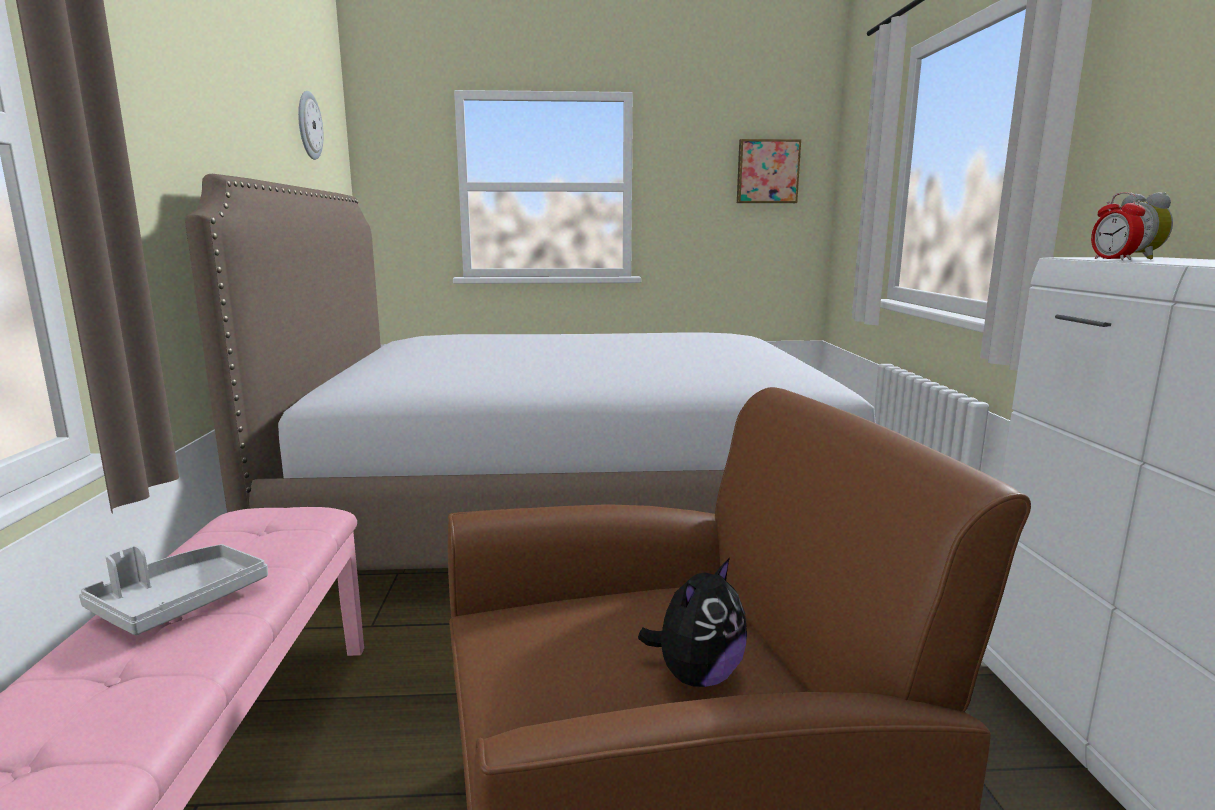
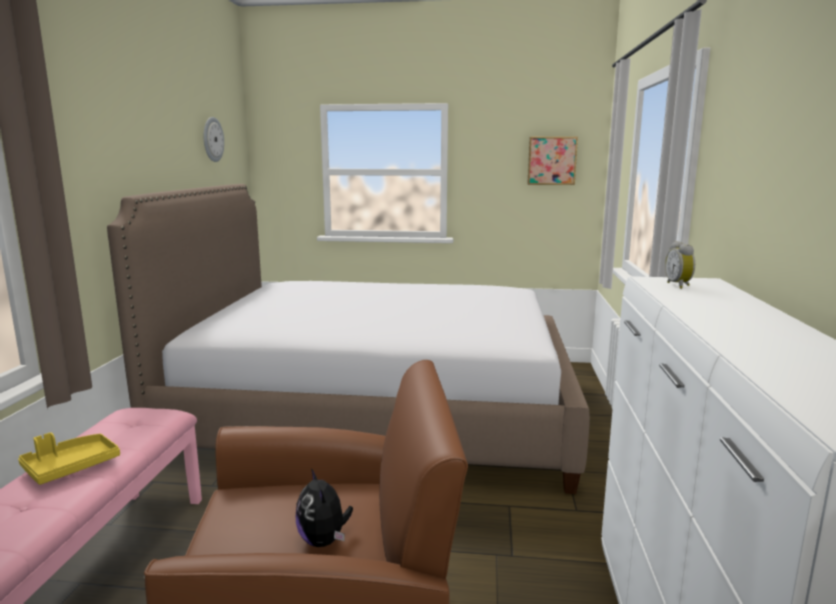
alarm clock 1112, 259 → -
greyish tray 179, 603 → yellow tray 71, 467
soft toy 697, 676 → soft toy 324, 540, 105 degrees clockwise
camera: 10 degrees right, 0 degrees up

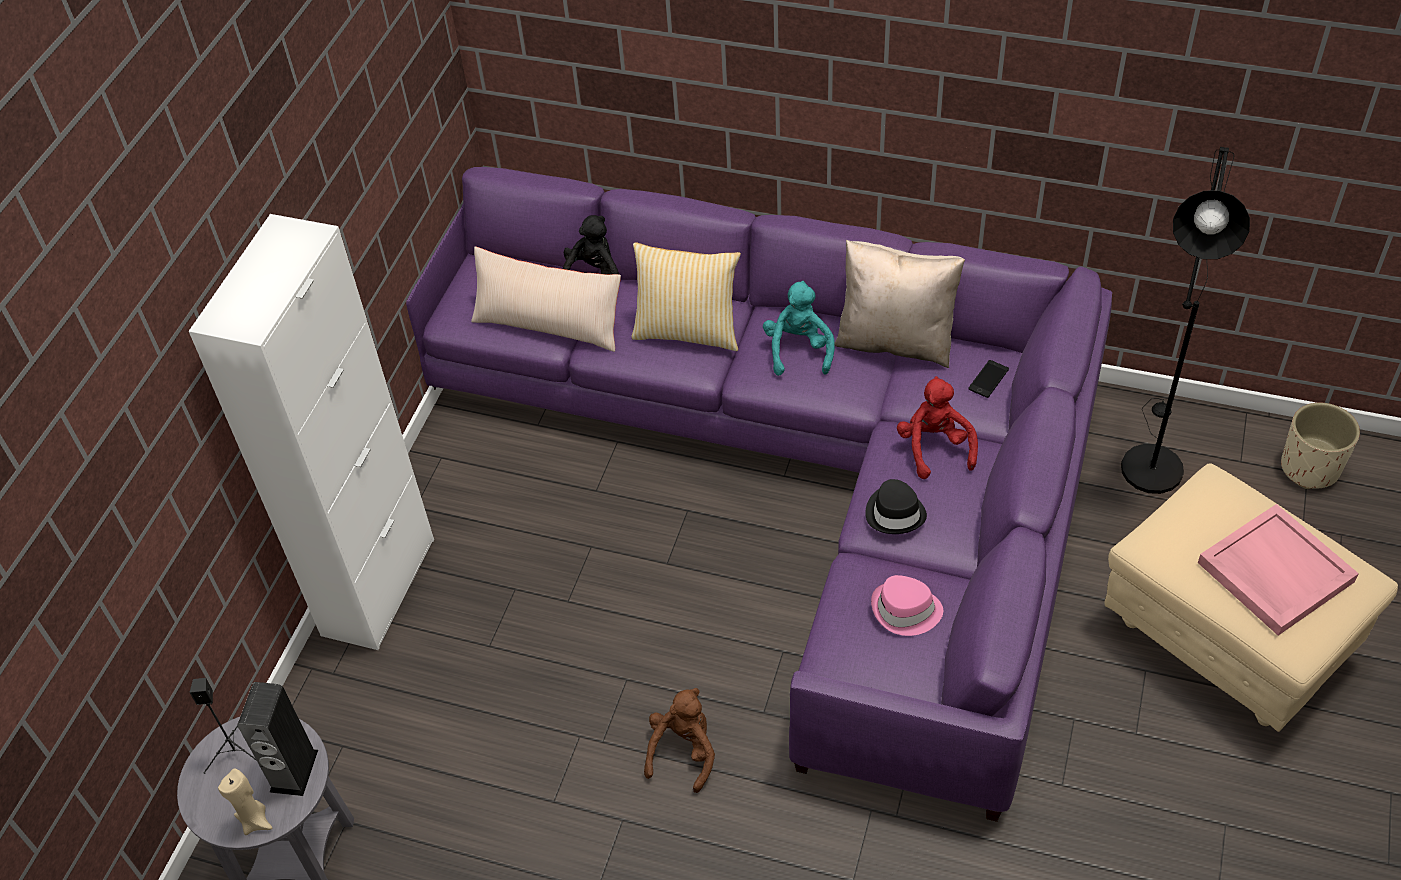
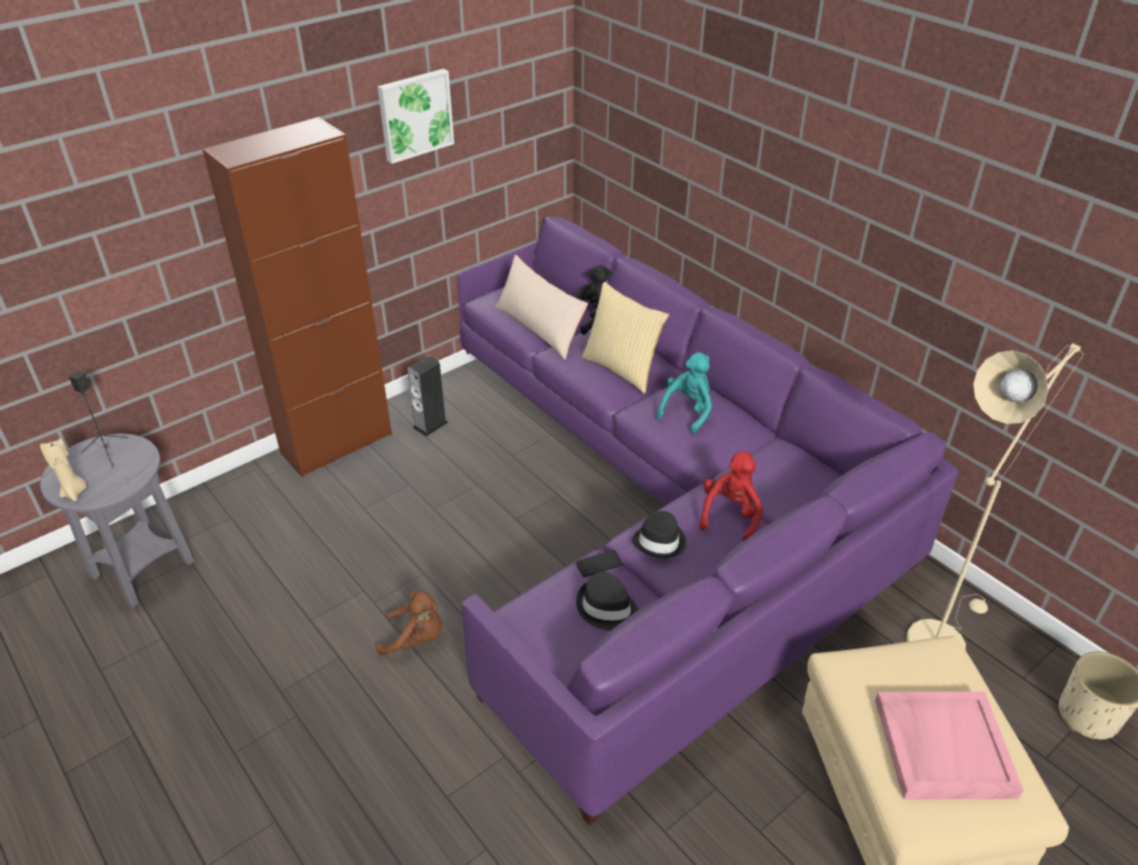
beige cushion 895, 341 → -
- → picture 414, 115
audio speaker 294, 770 → audio speaker 430, 425, relocated
handset 988, 379 → handset 599, 564, relocated
white-coloured storage cabinet 378, 586 → brownish storage cabinet 336, 443
pinkish hat 906, 611 → black-coloured hat 607, 608
black-coloured standard lamp 1150, 459 → beige standard lamp 940, 636
brownish soft toy 683, 751 → brownish soft toy 416, 639, 45 degrees clockwise
camera: 30 degrees right, 10 degrees down

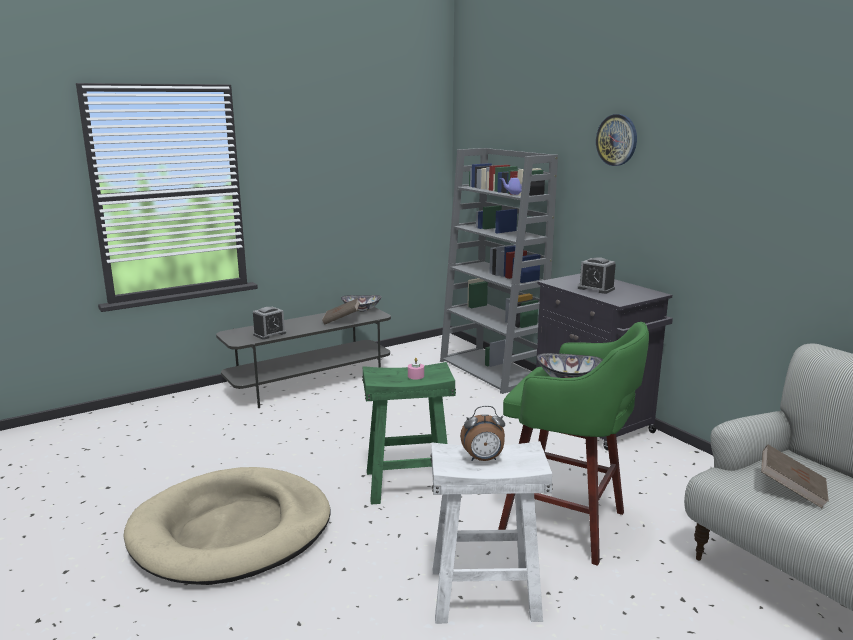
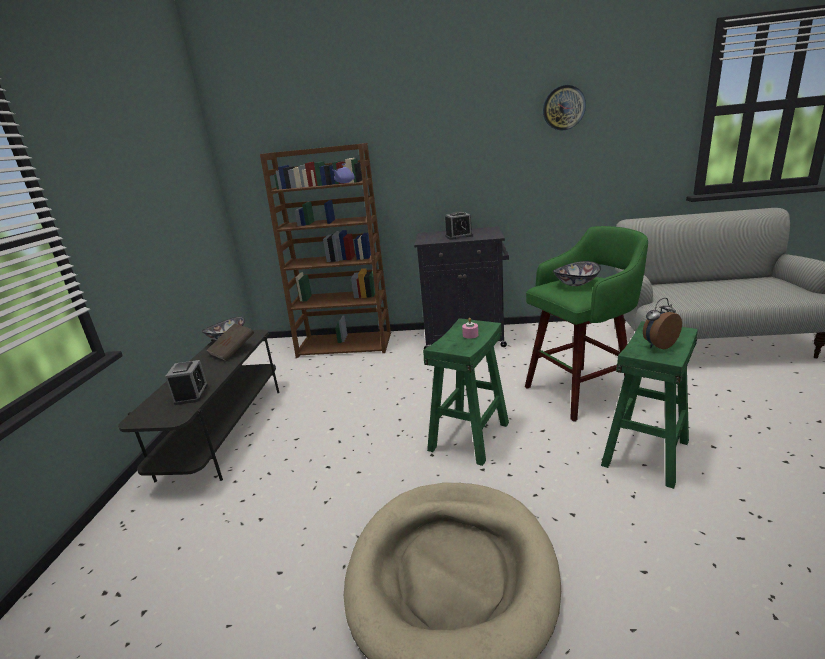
brownish bound book 791, 490 → -
wall clock 617, 140 → wall clock 563, 108, relocated
white-coloured stool seat 484, 594 → greenish stool seat 646, 453
greyish bookshelf 492, 371 → brownish bookshelf 346, 344
alarm clock 483, 459 → alarm clock 658, 345, 150 degrees counterclockwise
camera: 50 degrees left, 5 degrees up

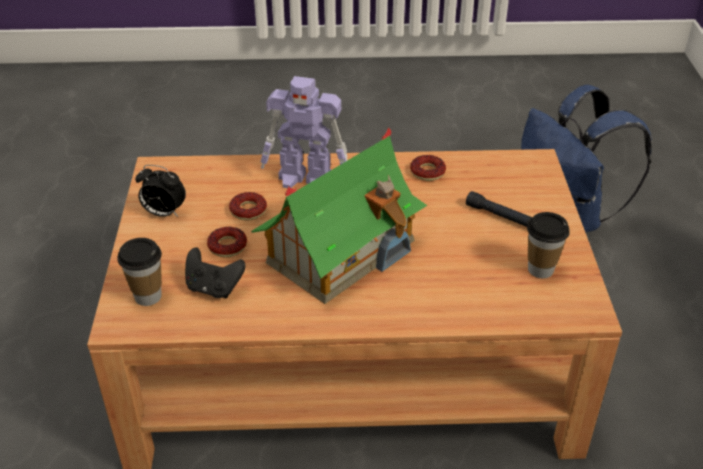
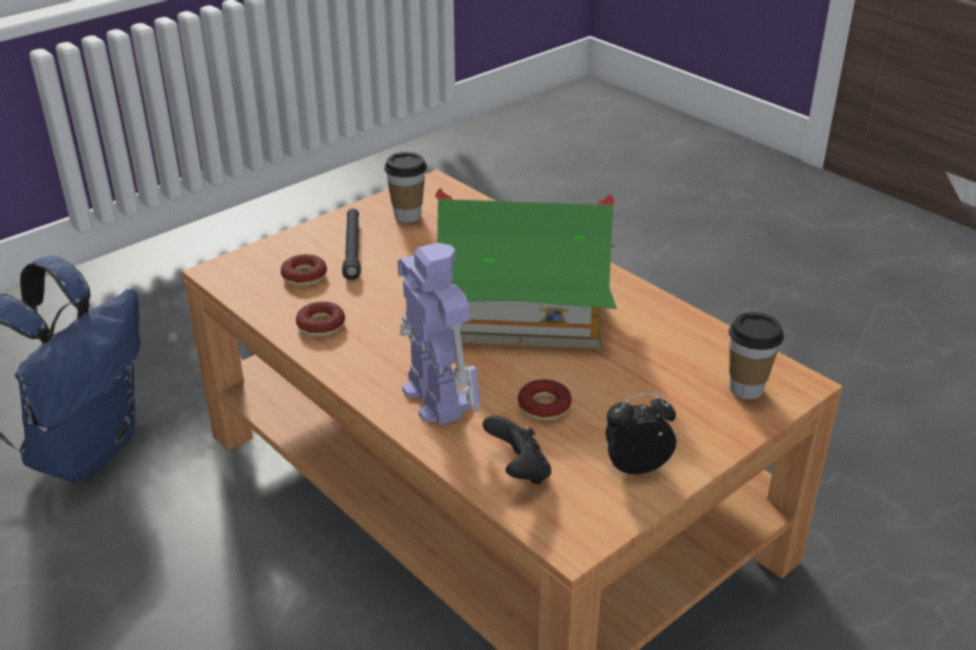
black-coloured game controller 214, 288 → black-coloured game controller 518, 471, relocated
ring doughnut 227, 246 → ring doughnut 304, 276, relocated
alarm clock 163, 213 → alarm clock 636, 465, 75 degrees counterclockwise
camera: 130 degrees left, 5 degrees down

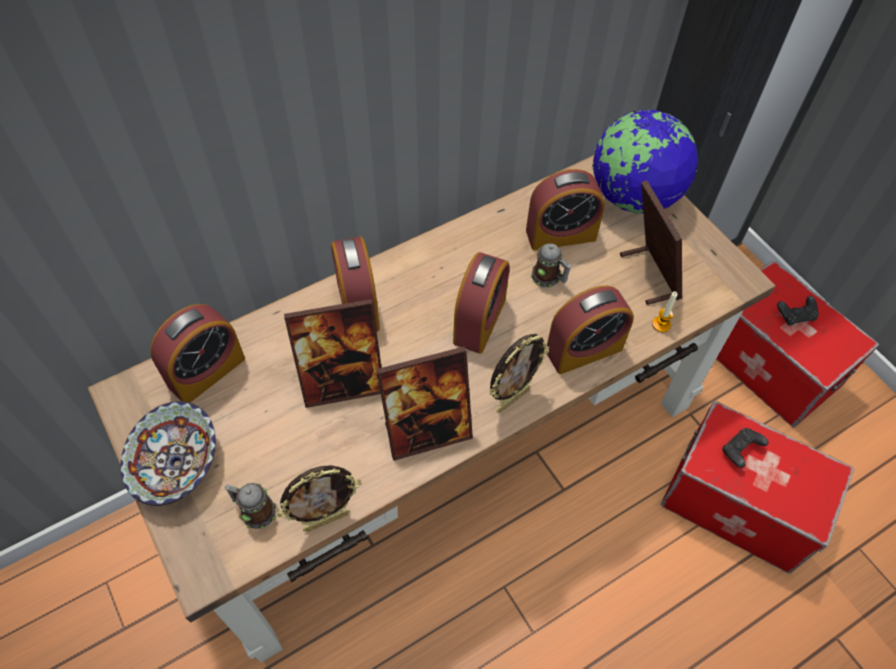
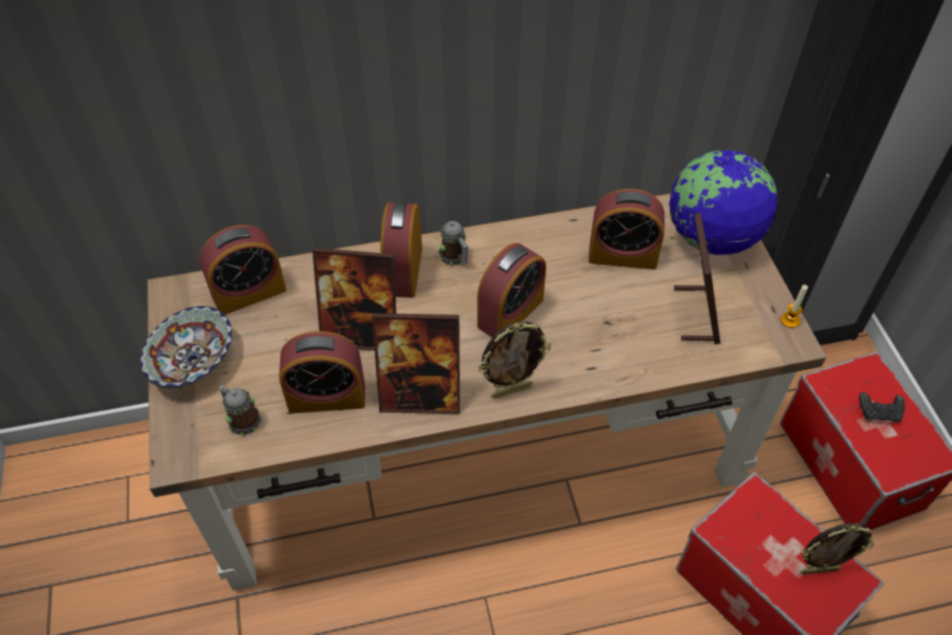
black-coloured game controller 740, 451 → -
picture frame 326, 520 → picture frame 819, 569, relocated
tea mug 549, 278 → tea mug 455, 258, relocated
alarm clock 584, 350 → alarm clock 327, 397, relocated
wax candle 661, 324 → wax candle 789, 320, relocated
camera: 20 degrees right, 5 degrees down

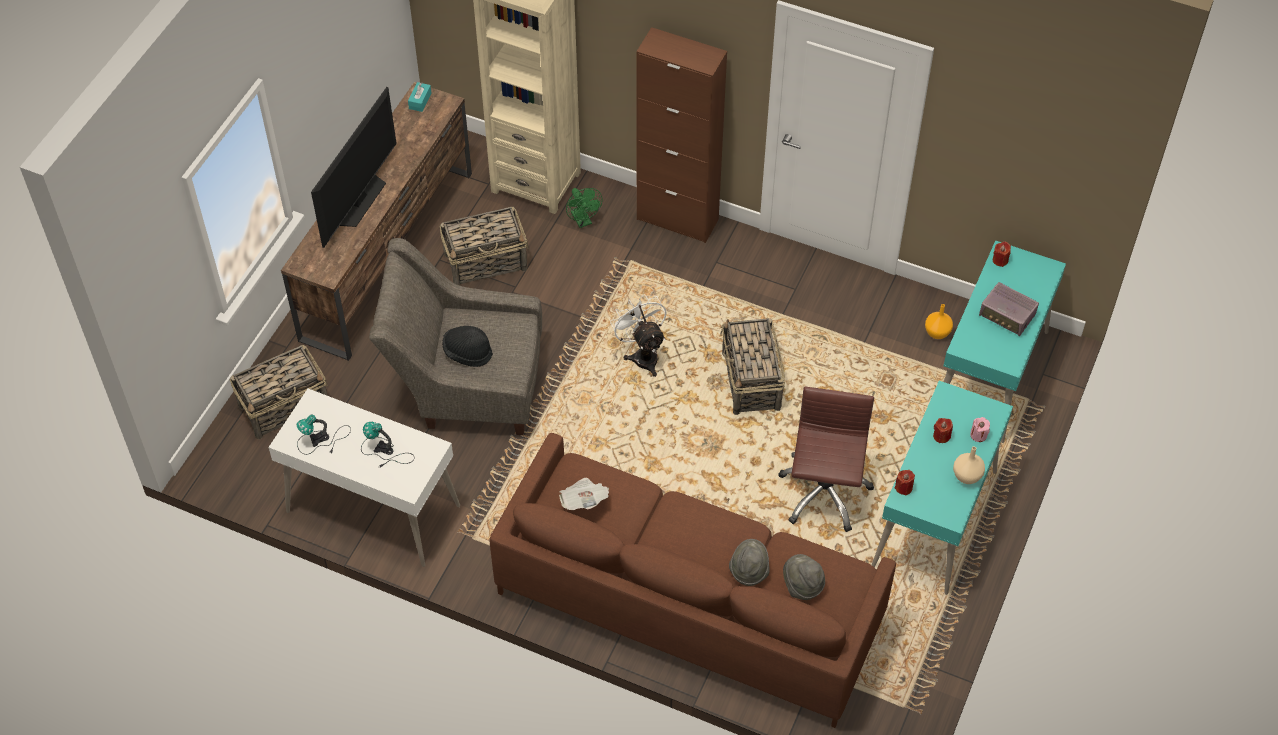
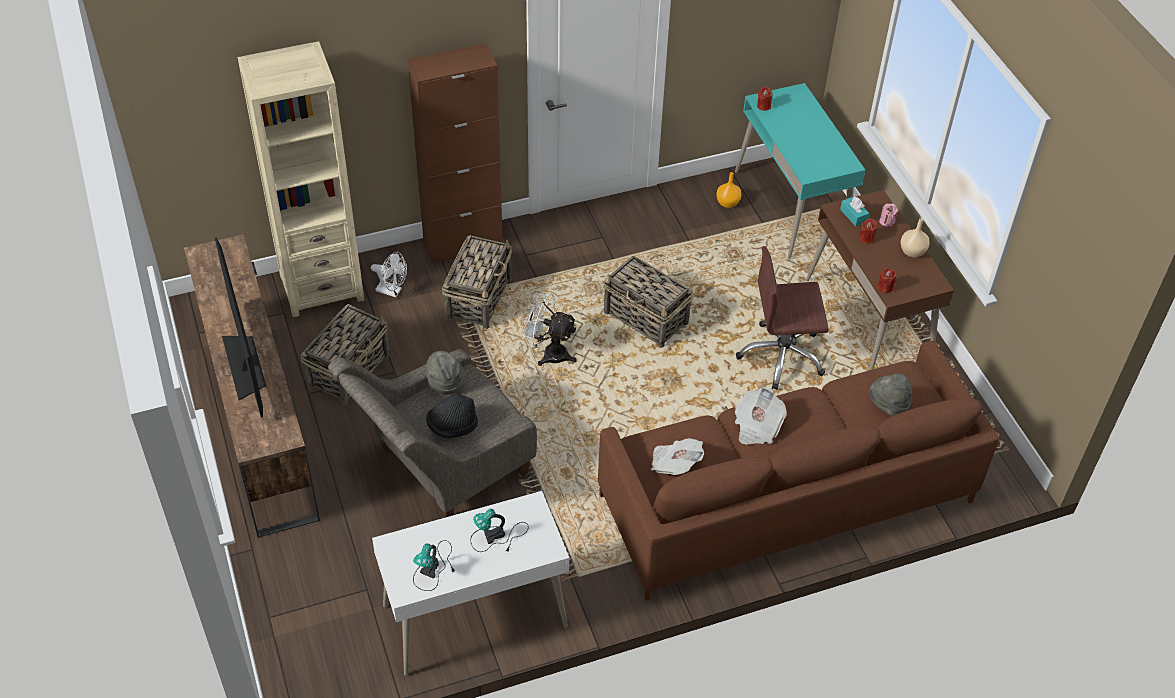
radio 1007, 316 → -
- → printed paper 756, 426
household basket 285, 406 → household basket 479, 297, relocated
turquoise-coloured tissue box 420, 101 → turquoise-coloured tissue box 853, 215, relocated
greyish hat 749, 571 → greyish hat 445, 383, relocated
greenish fan 583, 221 → white-coloured fan 392, 291
turquoise-coloured desk unit 935, 519 → brownish desk unit 868, 320
brownish computer chair 823, 493 → brownish computer chair 781, 356, 60 degrees counterclockwise
camera: 45 degrees left, 5 degrees down

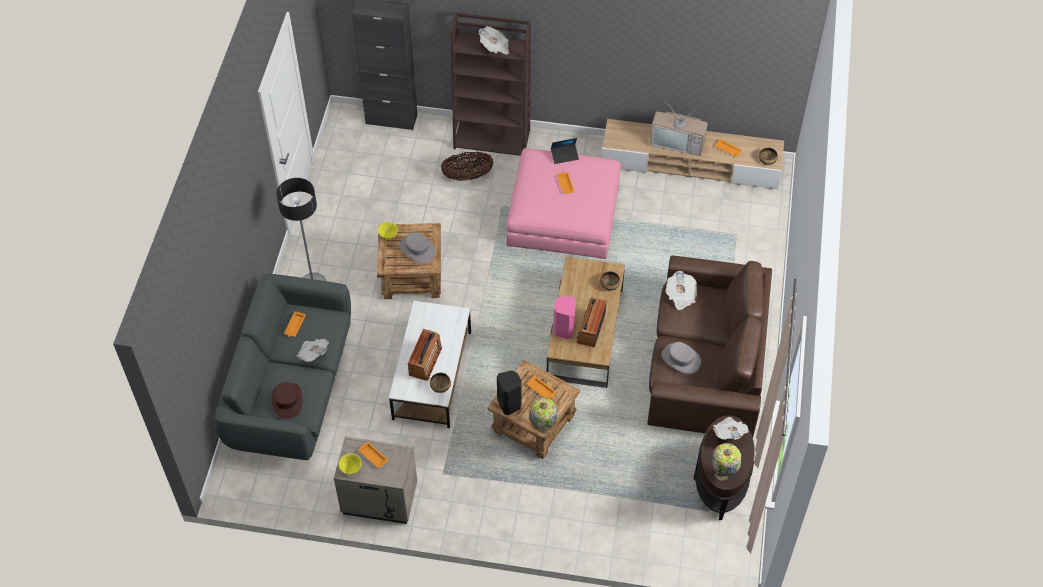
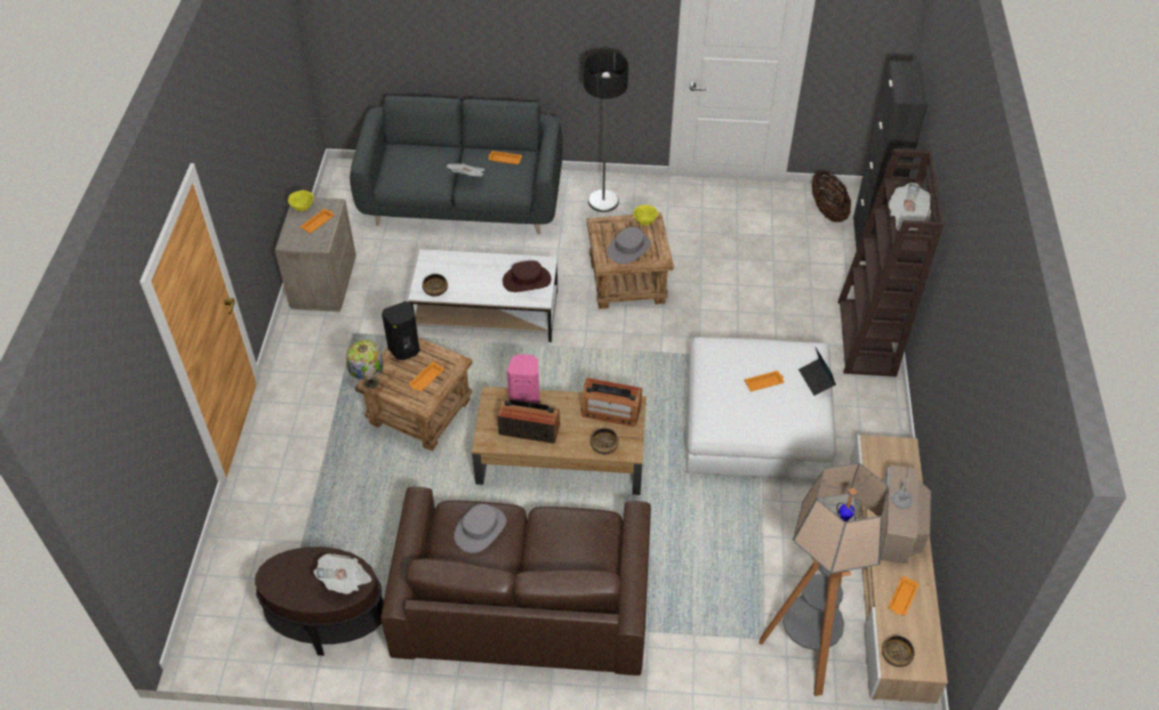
printed paper 680, 296 → -
tabletop lamp 722, 474 → -
- → standard lamp 804, 653
brownish hat 287, 400 → brownish hat 527, 280, relocated
radio 425, 361 → radio 610, 411, relocated
household basket 467, 176 → household basket 828, 211, relocated
pinkish footrest 563, 214 → white-coloured footrest 756, 422
camera: 85 degrees right, 5 degrees down

